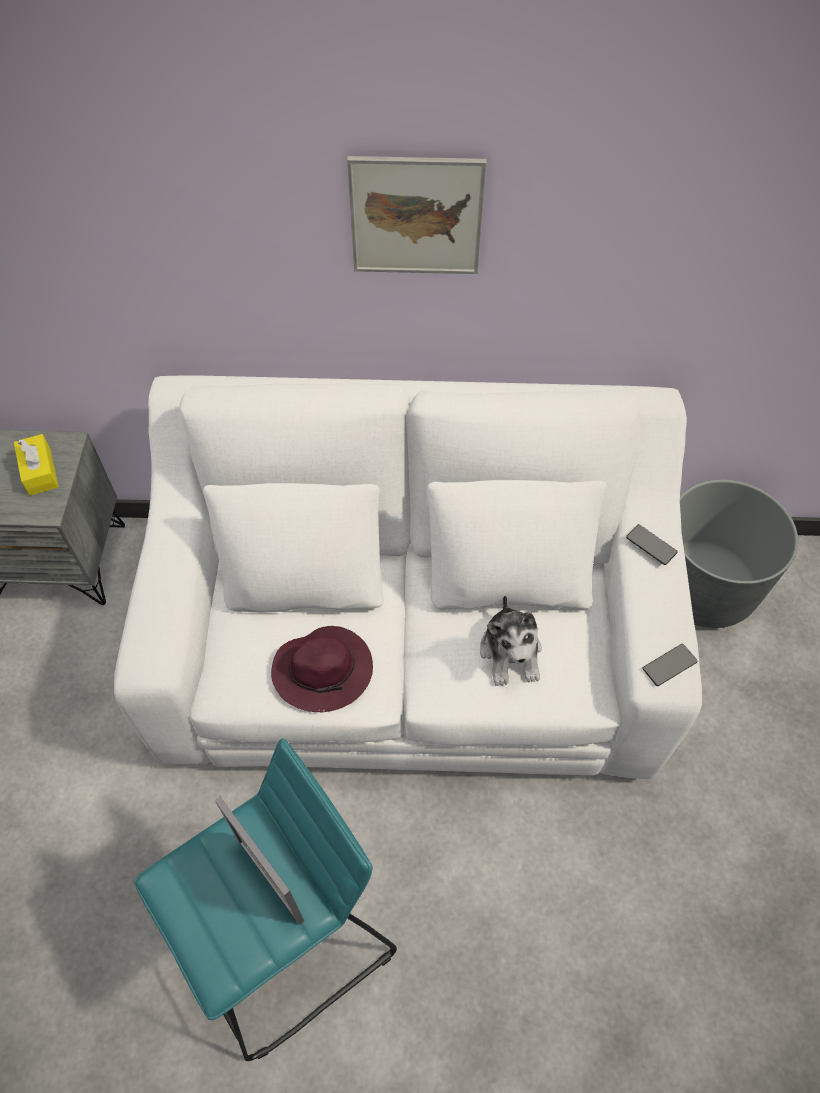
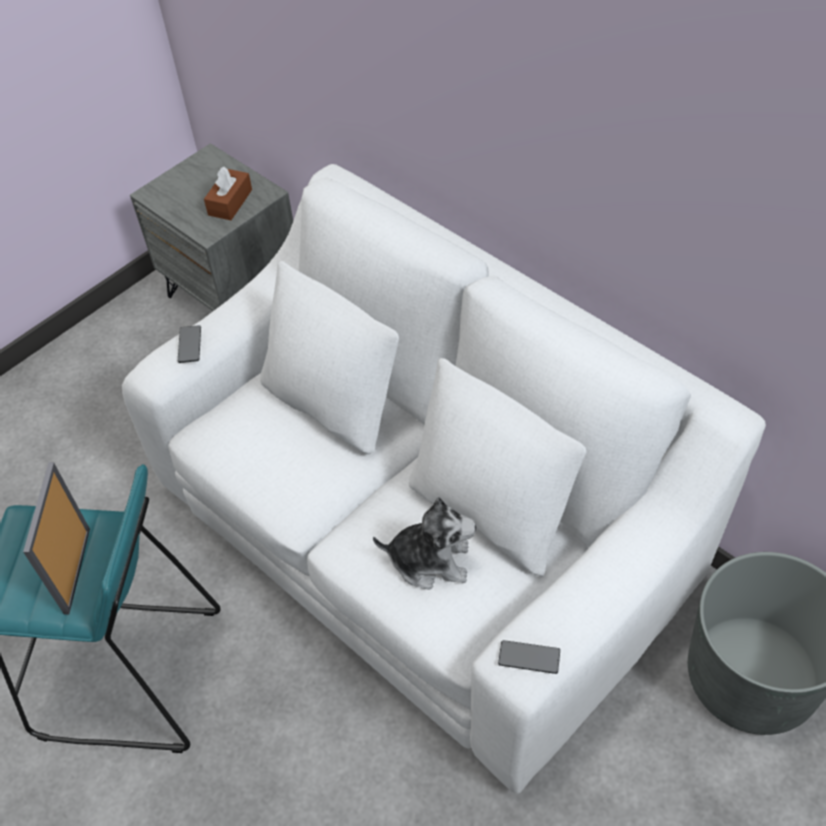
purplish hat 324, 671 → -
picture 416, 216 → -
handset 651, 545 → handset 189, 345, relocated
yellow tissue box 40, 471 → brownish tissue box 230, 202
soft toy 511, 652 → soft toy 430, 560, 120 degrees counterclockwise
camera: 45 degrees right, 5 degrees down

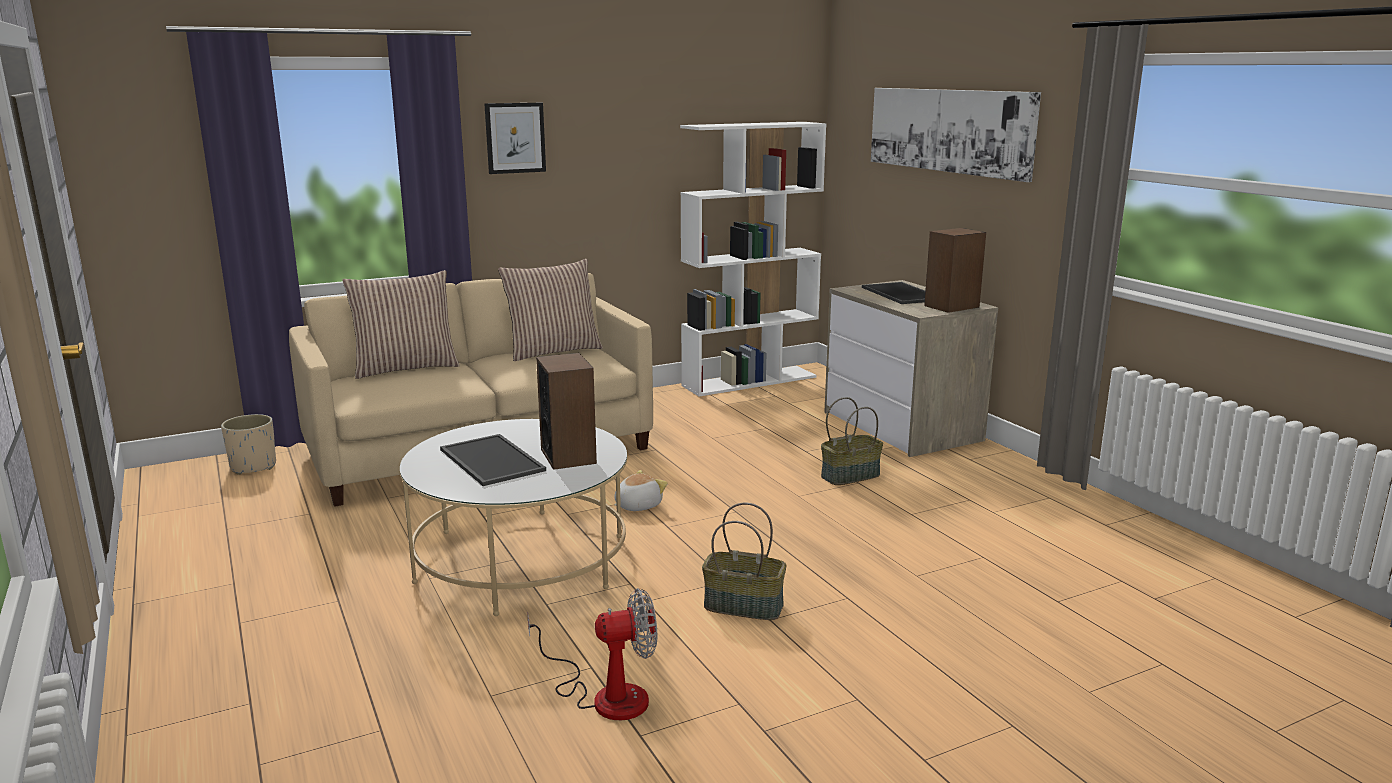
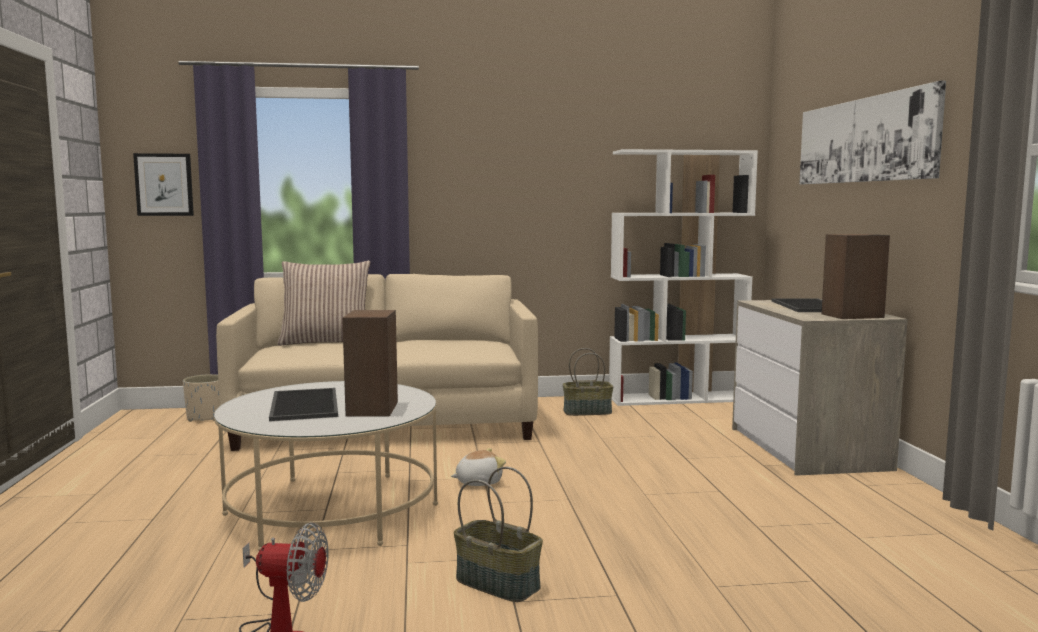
cushion 553, 351 → -
picture 515, 138 → picture 164, 184, relocated
household basket 850, 475 → household basket 587, 412, relocated
camera: 20 degrees right, 10 degrees down

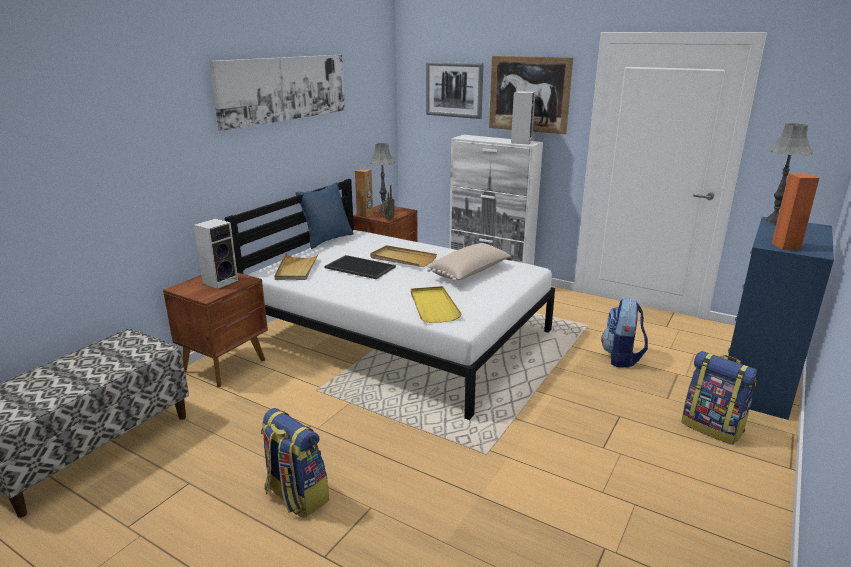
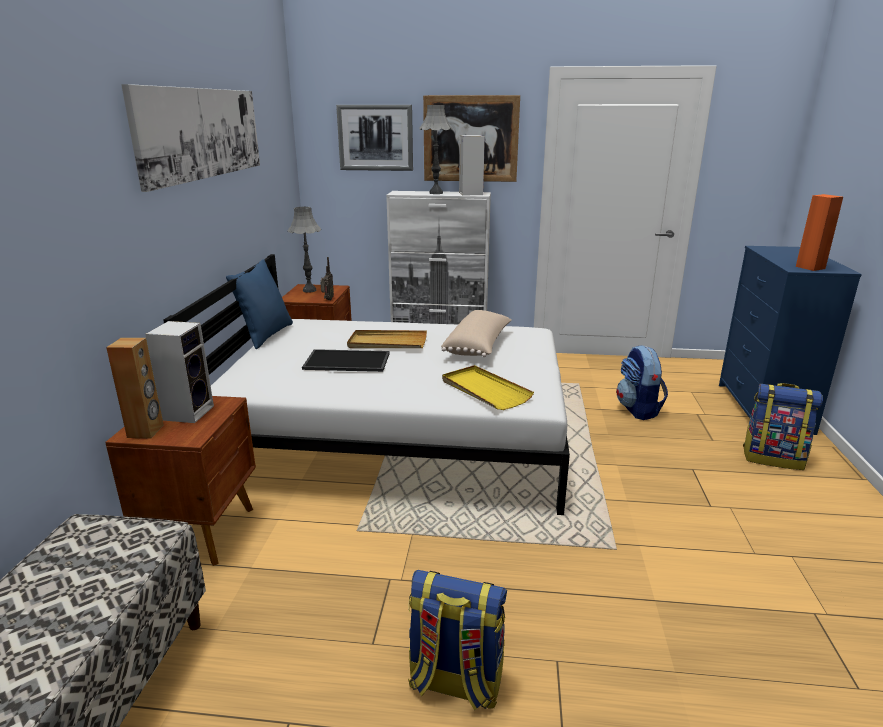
beige tray 296, 269 → -
brownish audio speaker 365, 214 → brownish audio speaker 146, 431, relocated
greyish tabletop lamp 773, 222 → greyish tabletop lamp 435, 193, relocated
camera: 25 degrees left, 0 degrees up

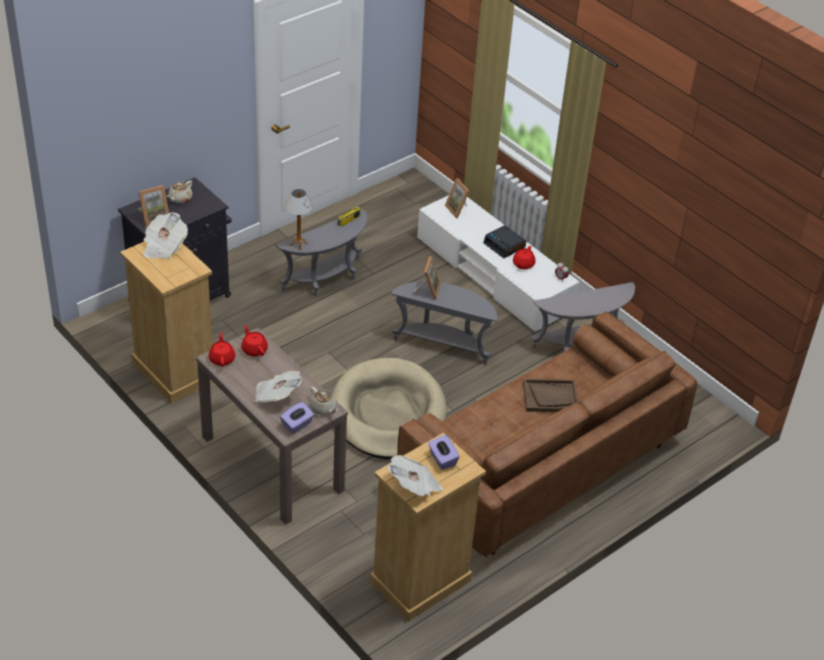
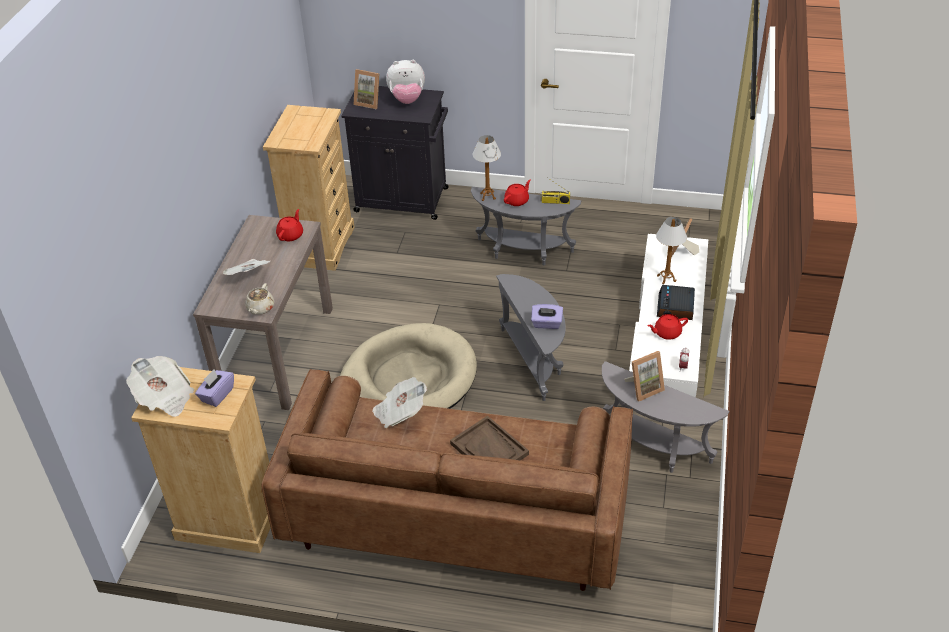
- → tabletop lamp 666, 278
printed paper 164, 247 → printed paper 400, 412, relocated
red-coloured pot for tea 222, 359 → red-coloured pot for tea 517, 201, relocated
purplish tissue box 297, 425 → purplish tissue box 546, 324, relocated
picture frame 428, 290 → picture frame 644, 388, relocated
beige pot for tea 180, 199 → soft toy 407, 99
camera: 55 degrees right, 0 degrees up

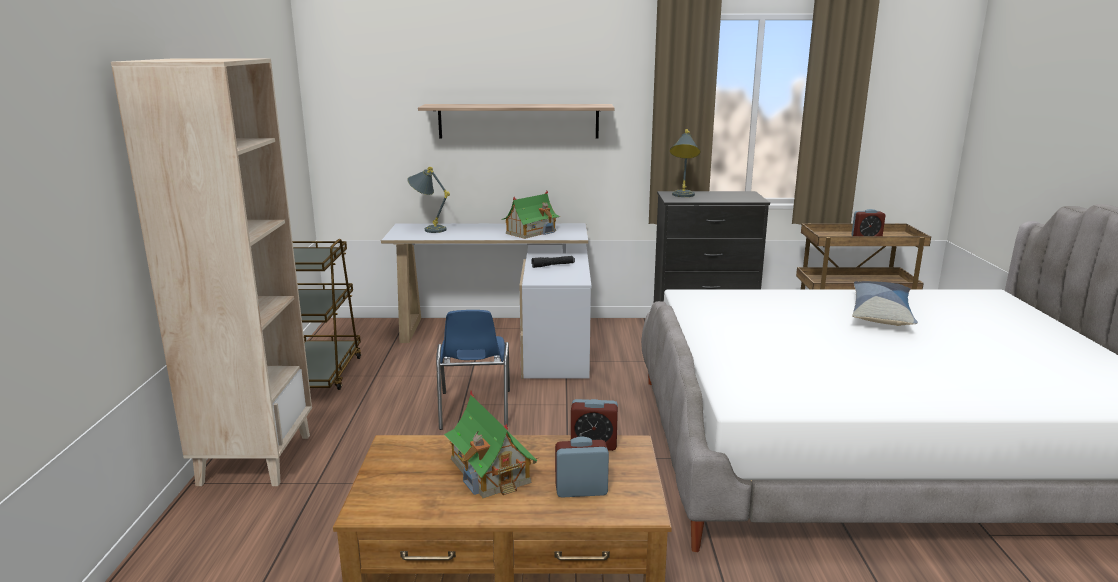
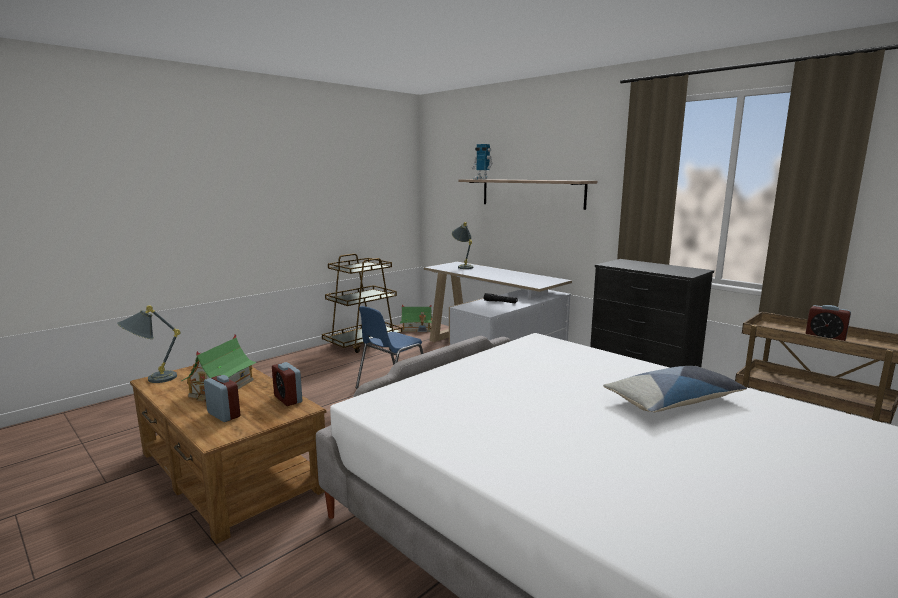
beige bookshelf 255, 458 → -
- → toy robot 482, 179
toy house 531, 232 → toy house 417, 329, relocated
greyish tabletop lamp 682, 196 → greyish tabletop lamp 151, 380, relocated
camera: 45 degrees right, 5 degrees down

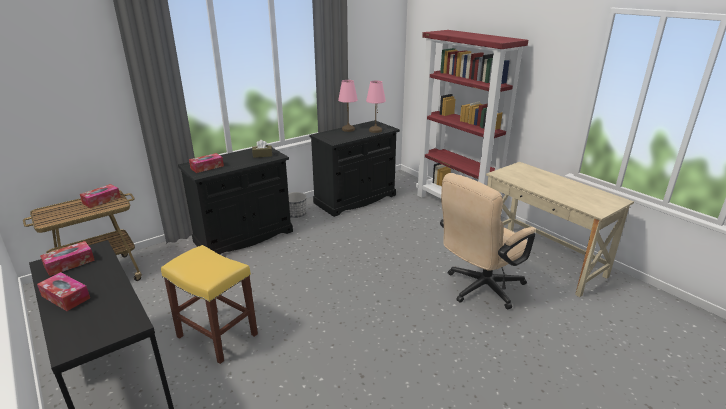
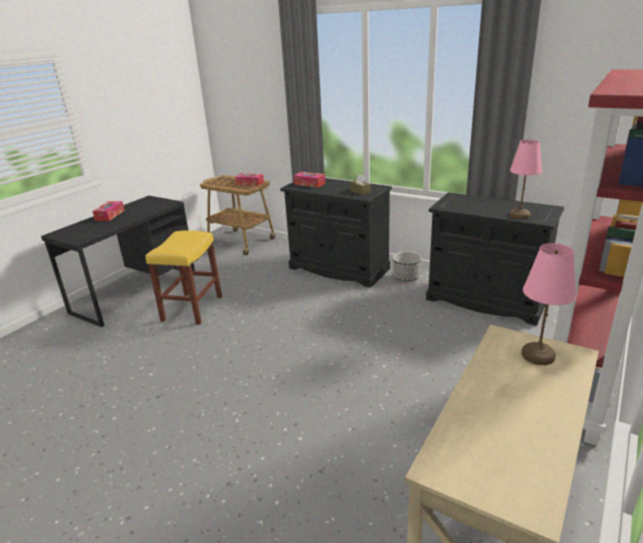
tissue box 69, 263 → -
beige computer chair 479, 289 → -
pinkish tabletop lamp 348, 129 → pinkish tabletop lamp 538, 356, relocated
camera: 70 degrees right, 0 degrees up

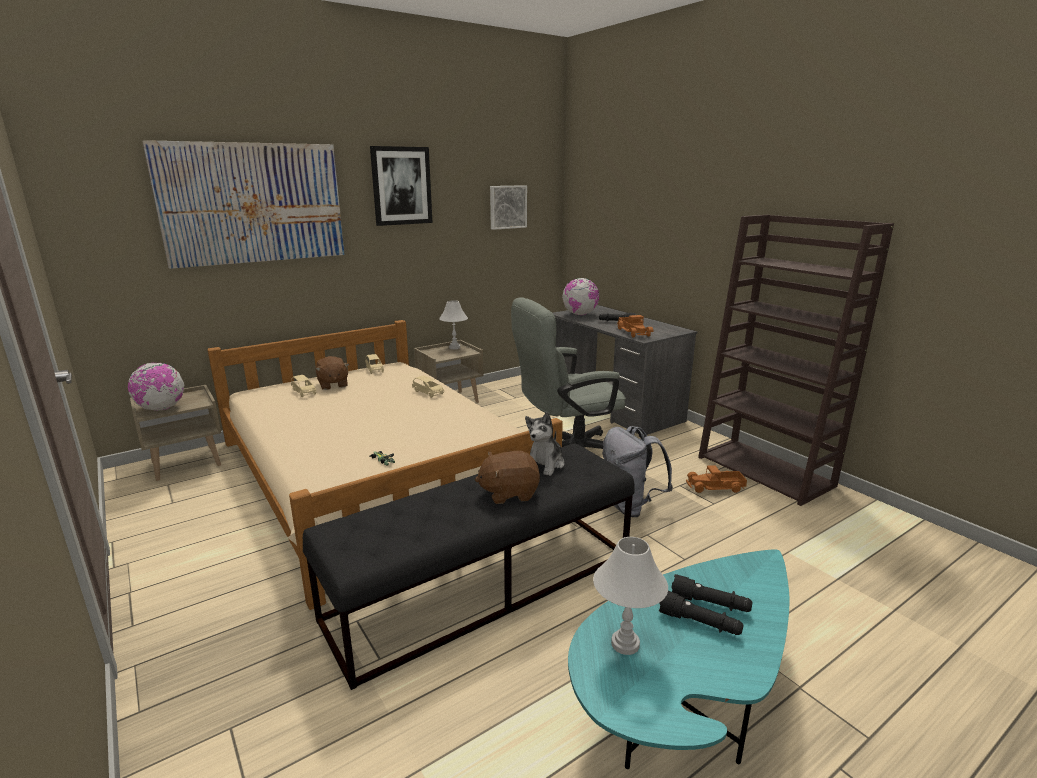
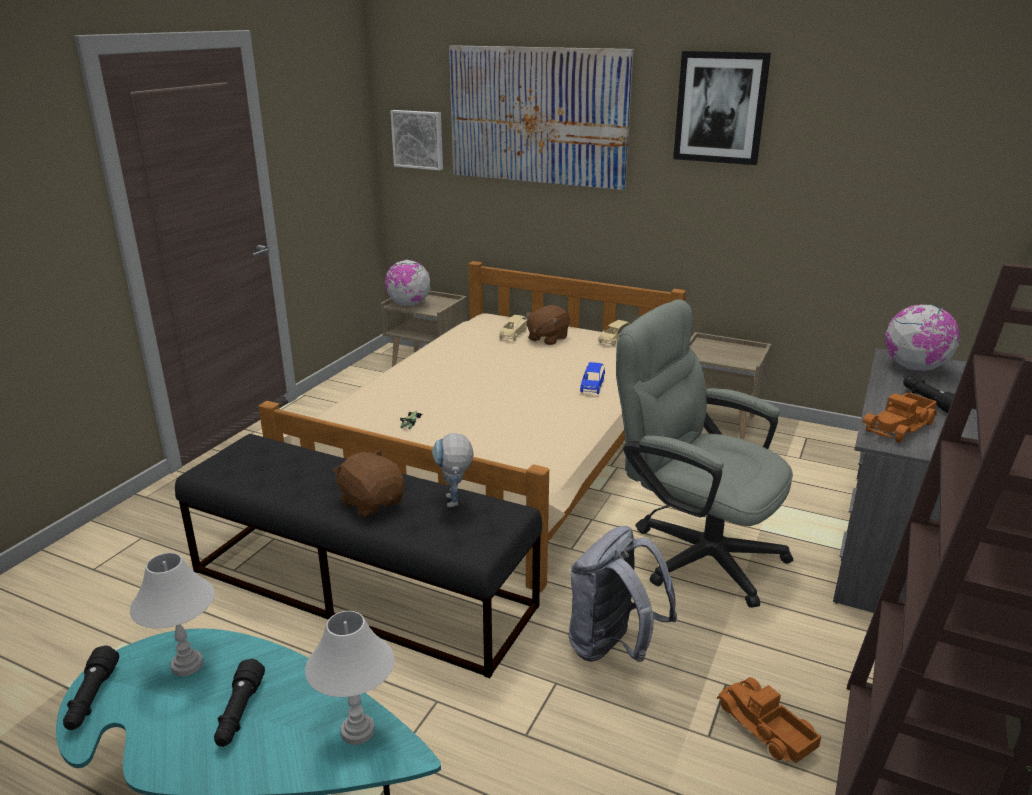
white-coloured tabletop lamp 454, 347 → white-coloured tabletop lamp 357, 732, relocated
picture 507, 207 → picture 418, 139, relocated
black-coloured flashlight 710, 604 → black-coloured flashlight 92, 698, relocated
soft toy 545, 464 → toy robot 455, 504
beige model car 428, 392 → bluish model car 592, 386
camera: 60 degrees right, 5 degrees up

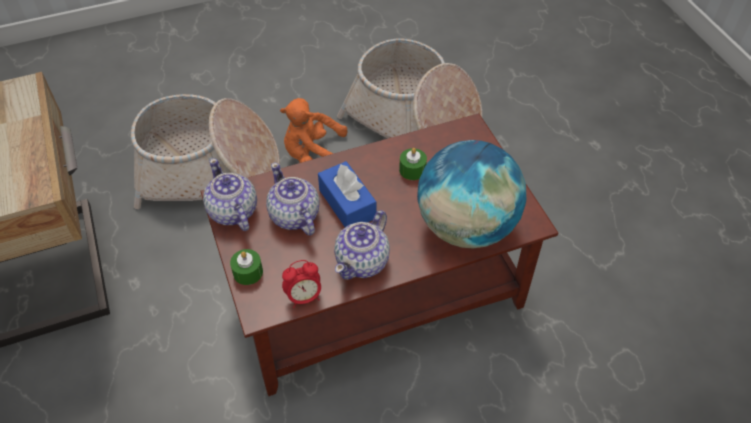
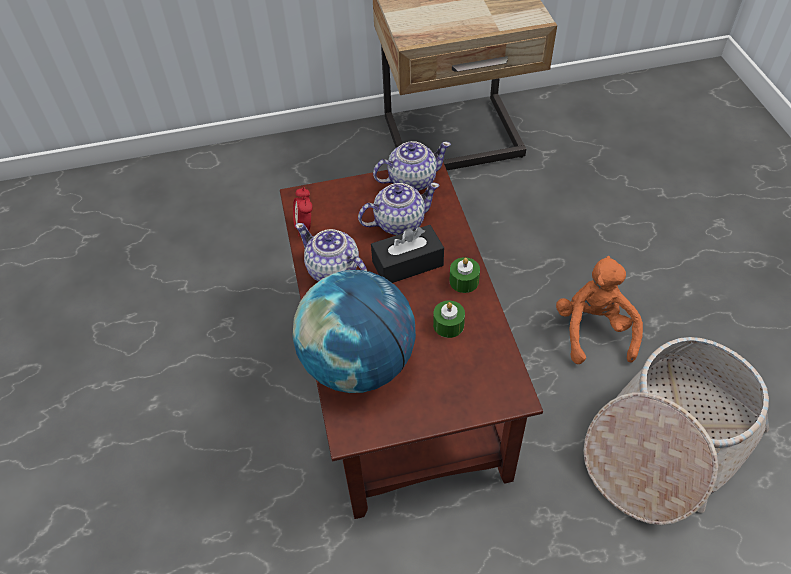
household basket 209, 170 → -
greenish wax candle 248, 272 → greenish wax candle 464, 281, relocated
bluish tissue box 347, 204 → black-coloured tissue box 407, 263
camera: 100 degrees right, 0 degrees up

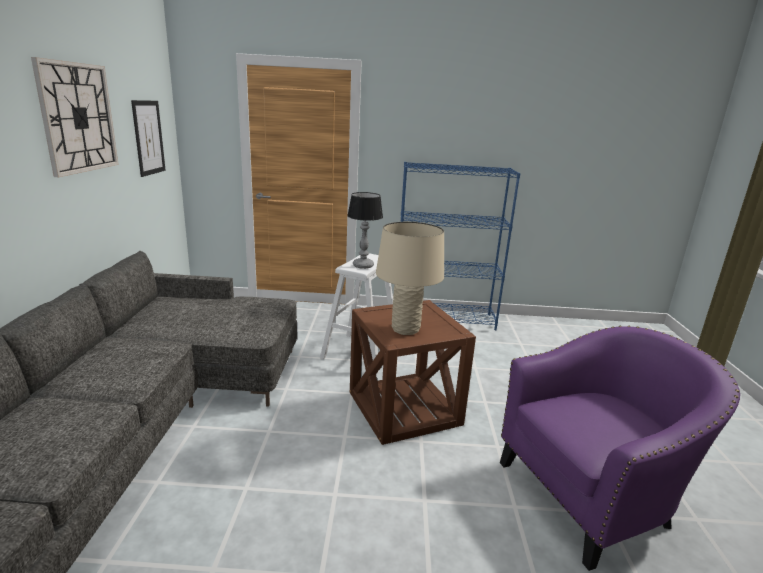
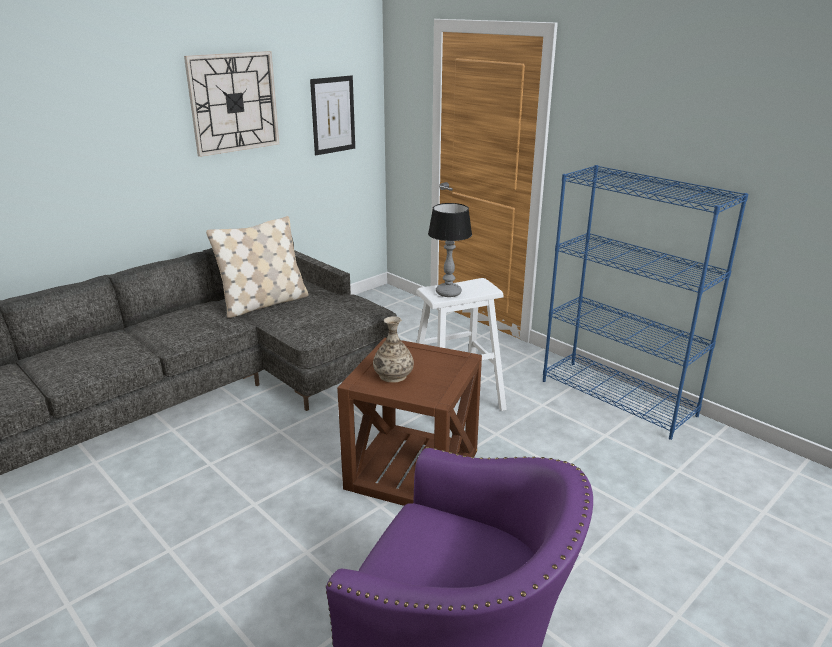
- → beige cushion 264, 303
beige tabletop lamp 405, 329 → flower vase 393, 375
camera: 45 degrees right, 5 degrees up

